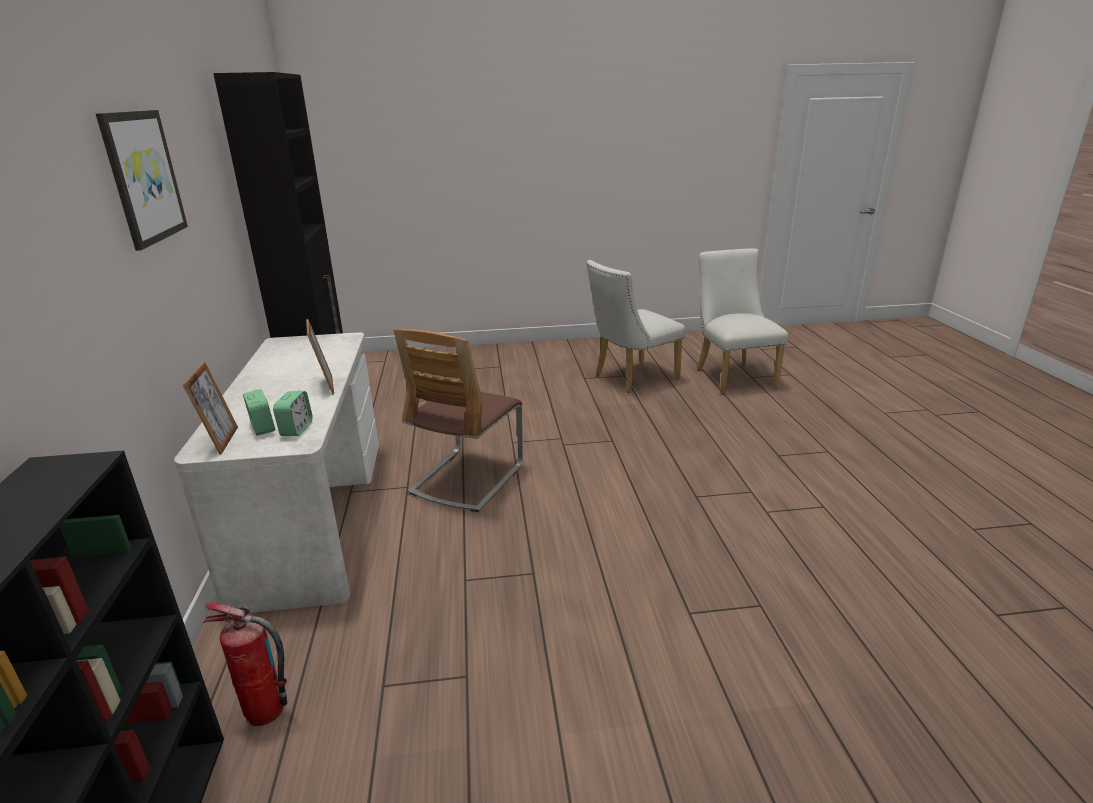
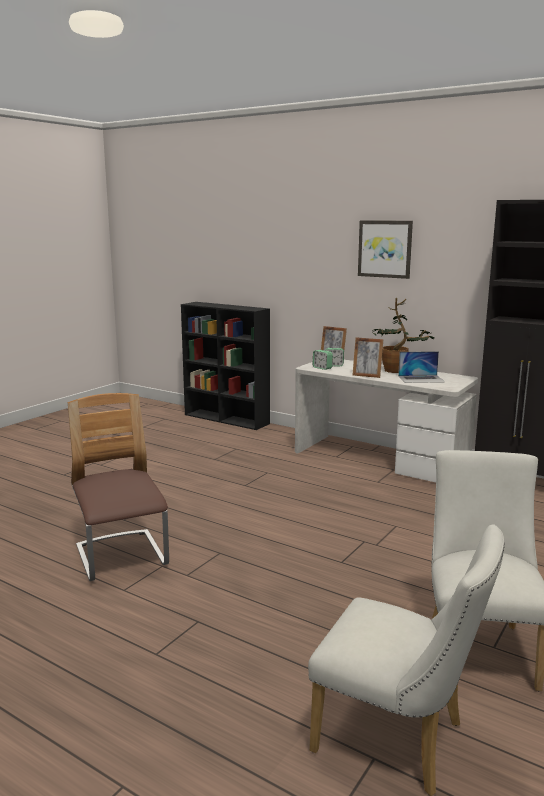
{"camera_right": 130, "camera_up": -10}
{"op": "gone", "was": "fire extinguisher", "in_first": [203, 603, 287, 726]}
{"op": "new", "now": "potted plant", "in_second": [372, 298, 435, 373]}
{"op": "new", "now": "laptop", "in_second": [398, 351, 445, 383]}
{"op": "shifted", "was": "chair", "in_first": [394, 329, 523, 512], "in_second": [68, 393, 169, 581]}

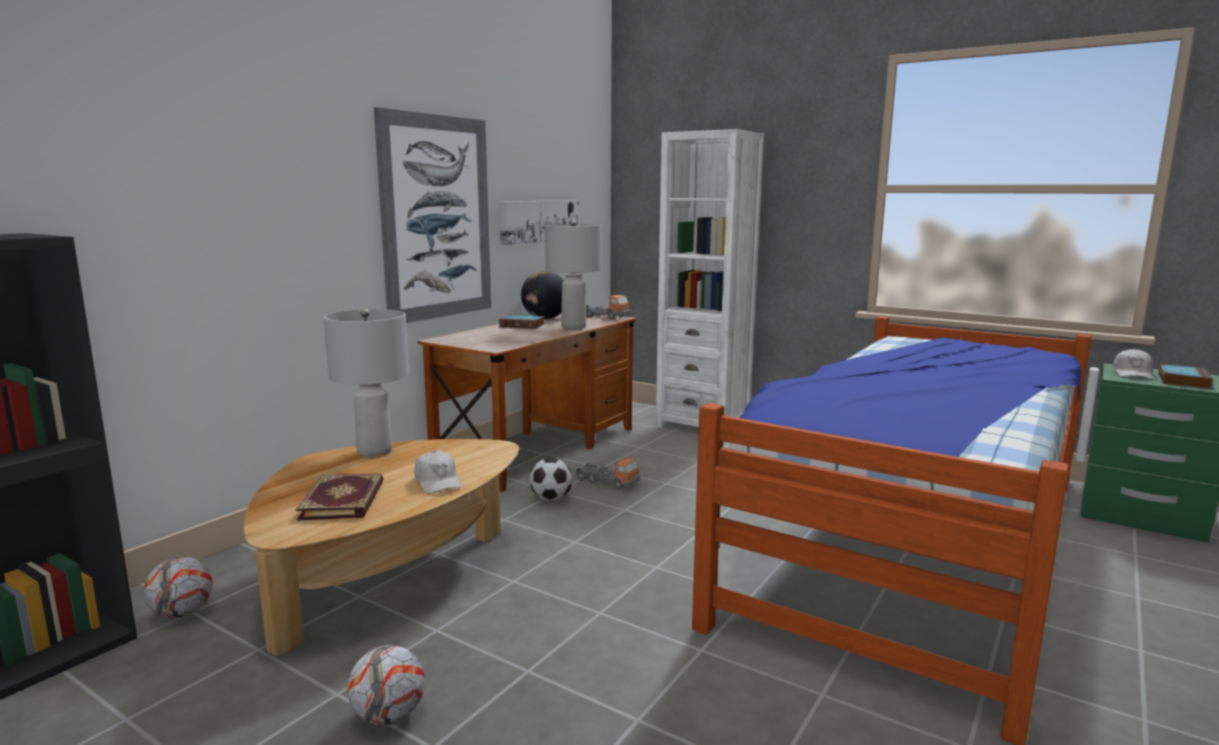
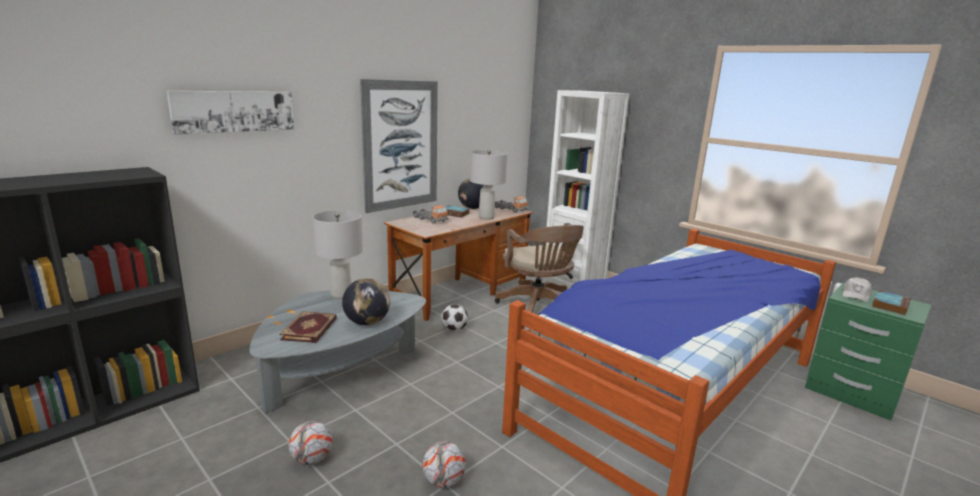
{"camera_right": 10, "camera_up": 5}
{"op": "new", "now": "brown office chair", "in_second": [495, 225, 584, 313]}
{"op": "shifted", "was": "football", "in_first": [144, 556, 213, 618], "in_second": [422, 441, 466, 488]}
{"op": "shifted", "was": "picture", "in_first": [499, 201, 579, 245], "in_second": [167, 91, 294, 135]}
{"op": "shifted", "was": "toy truck", "in_first": [574, 458, 640, 489], "in_second": [413, 205, 449, 224]}
{"op": "swapped", "was": "white cap", "now": "globe", "in_first": [414, 451, 461, 494], "in_second": [342, 278, 390, 325]}
{"op": "repainted", "was": "brown coffee table", "now": "grey coffee table", "in_first": [244, 439, 519, 656], "in_second": [250, 290, 426, 413]}

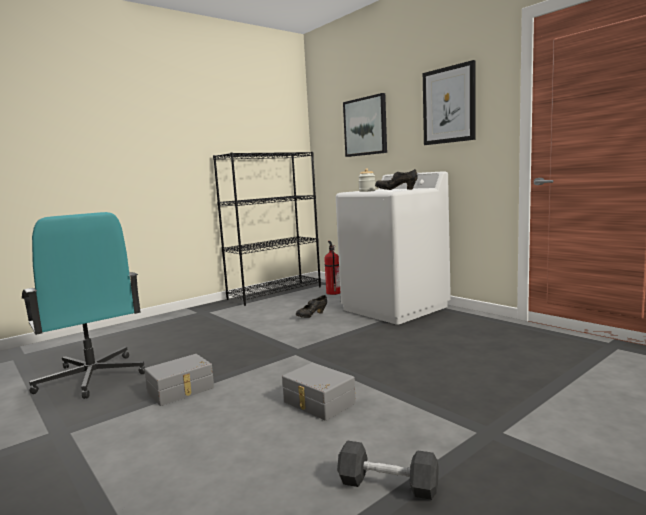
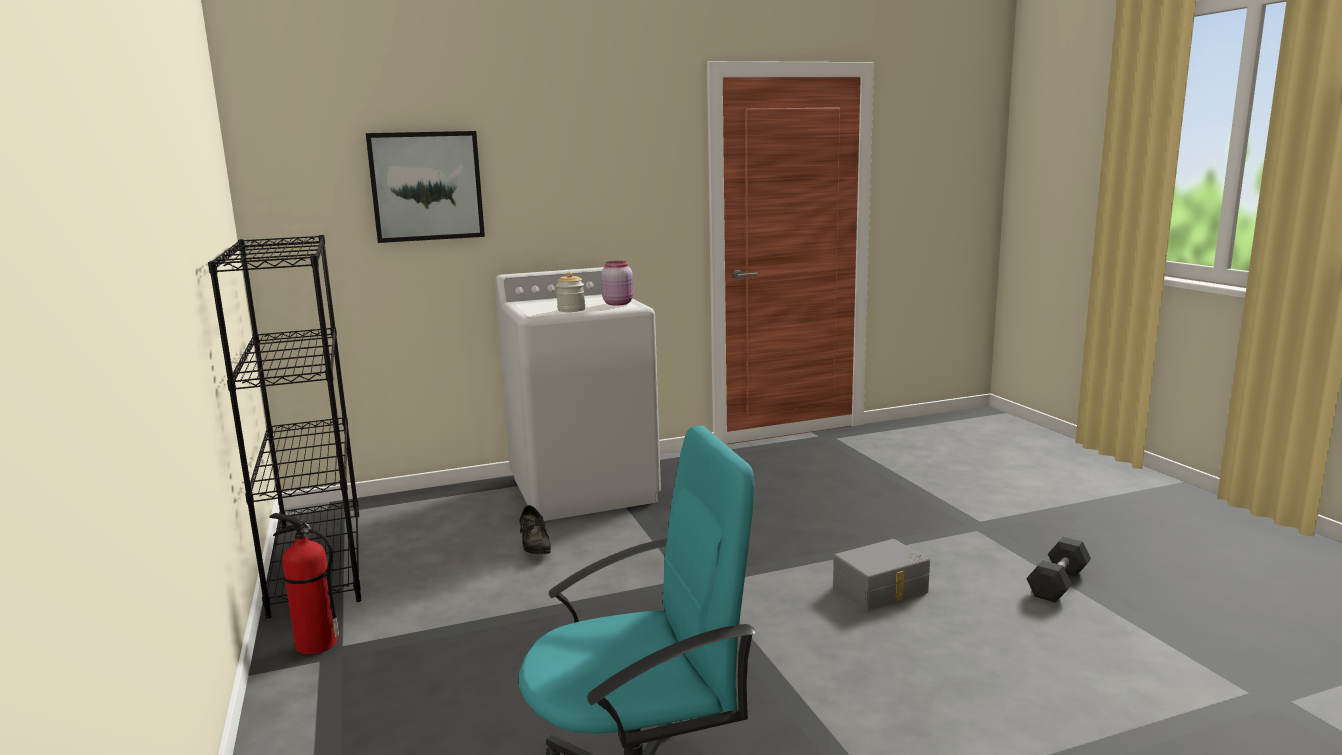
{"camera_right": -70, "camera_up": 5}
{"op": "gone", "was": "grey storage box", "in_first": [144, 354, 214, 406]}
{"op": "gone", "was": "picture", "in_first": [423, 60, 476, 145]}
{"op": "shifted", "was": "fire extinguisher", "in_first": [324, 241, 340, 295], "in_second": [269, 513, 339, 654]}
{"op": "swapped", "was": "black shoe", "now": "pink jar", "in_first": [375, 169, 418, 190], "in_second": [601, 261, 633, 306]}

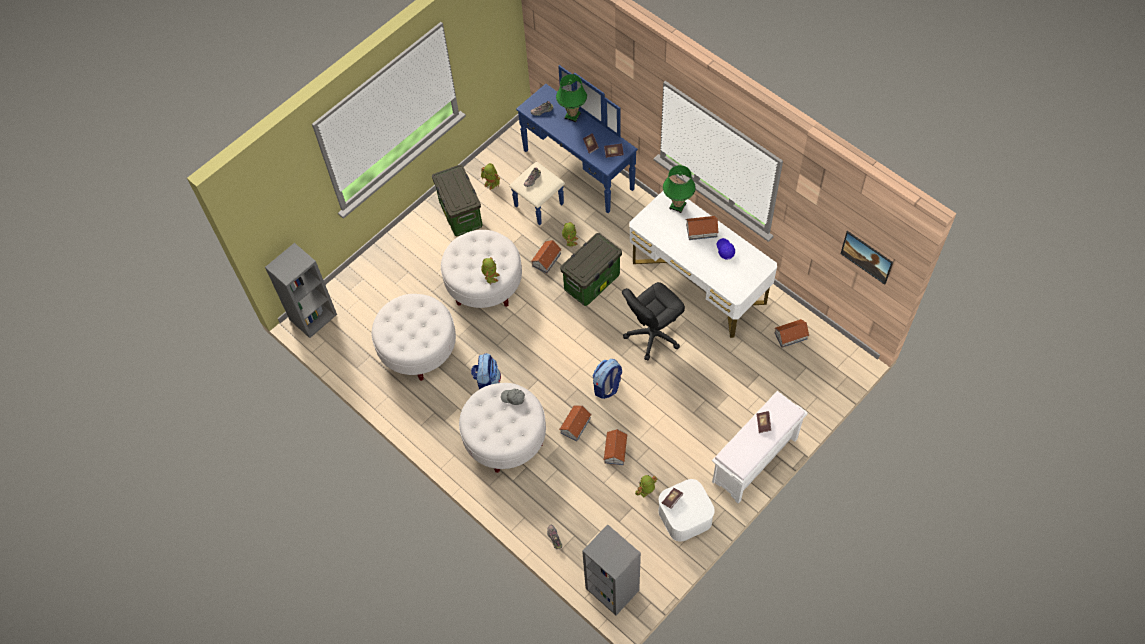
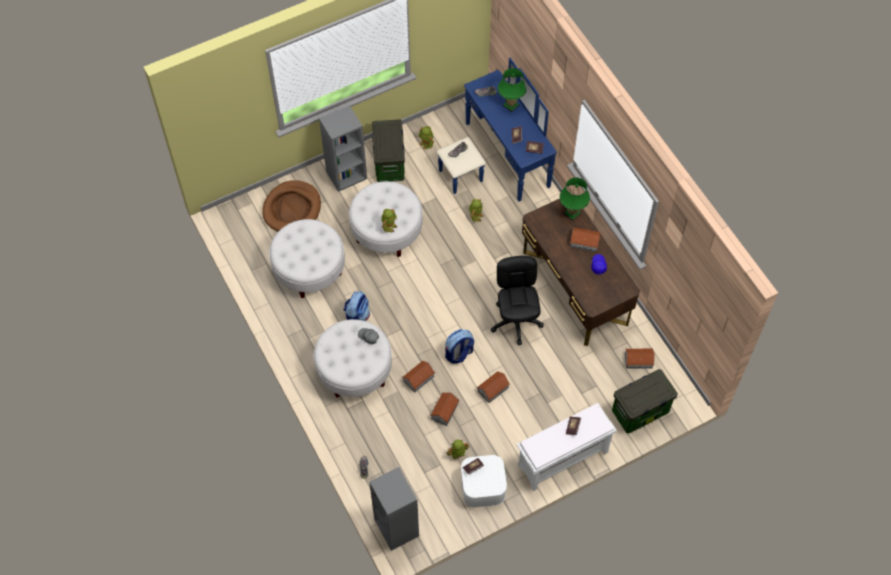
{"camera_right": 15, "camera_up": 0}
{"op": "gone", "was": "picture", "in_first": [840, 231, 893, 285]}
{"op": "new", "now": "brown dog bed", "in_second": [262, 180, 321, 232]}
{"op": "shifted", "was": "grey bookcase", "in_first": [265, 243, 337, 338], "in_second": [319, 105, 367, 192]}
{"op": "shifted", "was": "toy house", "in_first": [531, 240, 561, 273], "in_second": [477, 371, 510, 403]}
{"op": "shifted", "was": "storage box", "in_first": [560, 233, 622, 306], "in_second": [612, 369, 678, 433]}
{"op": "repainted", "was": "white desk", "now": "brown desk", "in_first": [629, 191, 777, 338], "in_second": [522, 199, 640, 346]}
{"op": "rotated", "was": "black office chair", "in_first": [622, 282, 685, 360], "in_second": [490, 256, 544, 345], "clockwise": 105}

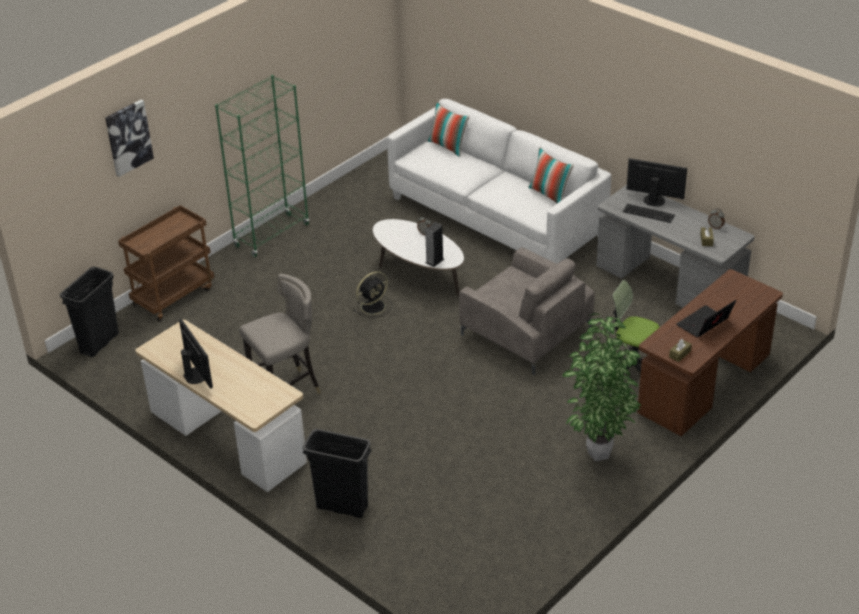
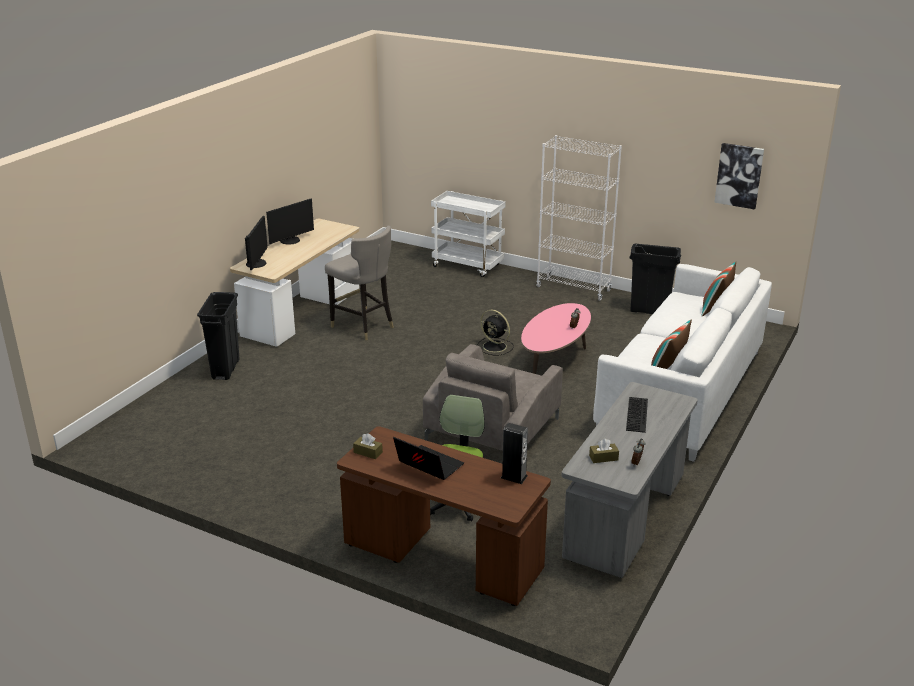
{"camera_right": 75, "camera_up": -10}
{"op": "gone", "was": "potted plant", "in_first": [562, 313, 641, 461]}
{"op": "shifted", "was": "black trash can", "in_first": [60, 267, 119, 357], "in_second": [629, 244, 681, 314]}
{"op": "shifted", "was": "picture", "in_first": [105, 100, 154, 177], "in_second": [714, 143, 764, 209]}
{"op": "shifted", "was": "speaker", "in_first": [425, 222, 444, 267], "in_second": [501, 423, 528, 484]}
{"op": "shifted", "was": "monitor", "in_first": [627, 158, 687, 207], "in_second": [245, 215, 268, 271]}
{"op": "repainted", "was": "brown cart", "now": "white cart", "in_first": [118, 205, 214, 322], "in_second": [431, 191, 506, 277]}
{"op": "repainted", "was": "green bookcase", "now": "white bookcase", "in_first": [215, 75, 309, 257], "in_second": [536, 135, 622, 301]}
{"op": "repainted", "was": "white coffee table", "now": "pink coffee table", "in_first": [373, 219, 464, 296], "in_second": [521, 303, 591, 374]}

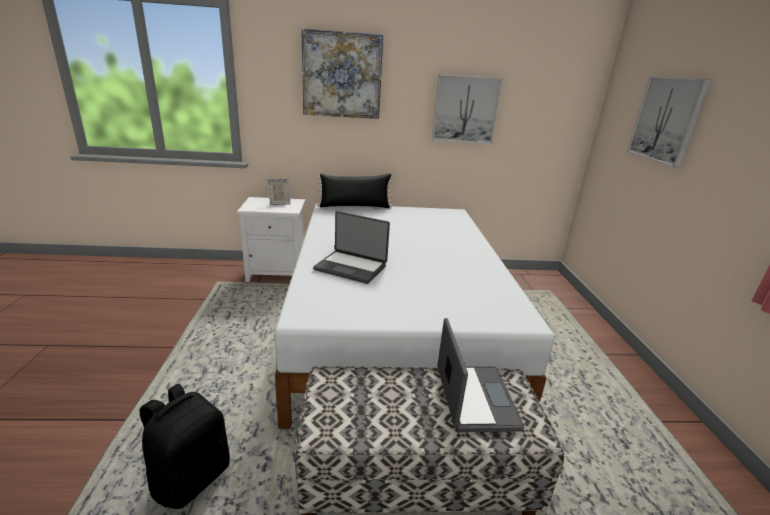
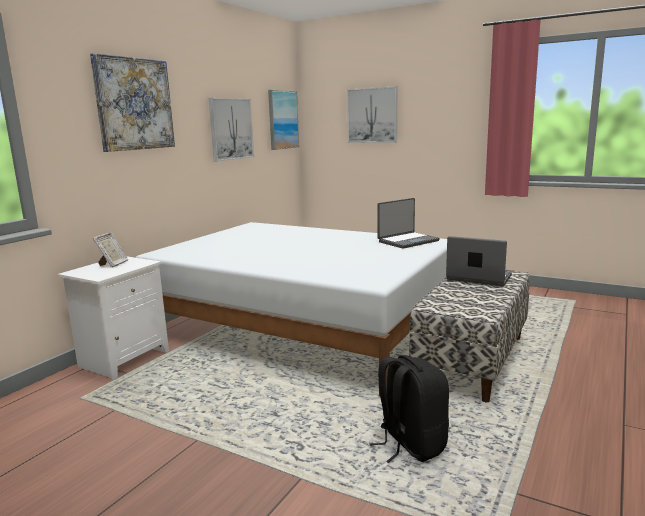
{"camera_right": -55, "camera_up": -10}
{"op": "gone", "was": "black pillow", "in_first": [317, 174, 393, 208]}
{"op": "new", "now": "picture", "in_second": [268, 90, 299, 150]}
{"op": "shifted", "was": "laptop", "in_first": [313, 211, 390, 284], "in_second": [377, 198, 440, 249]}

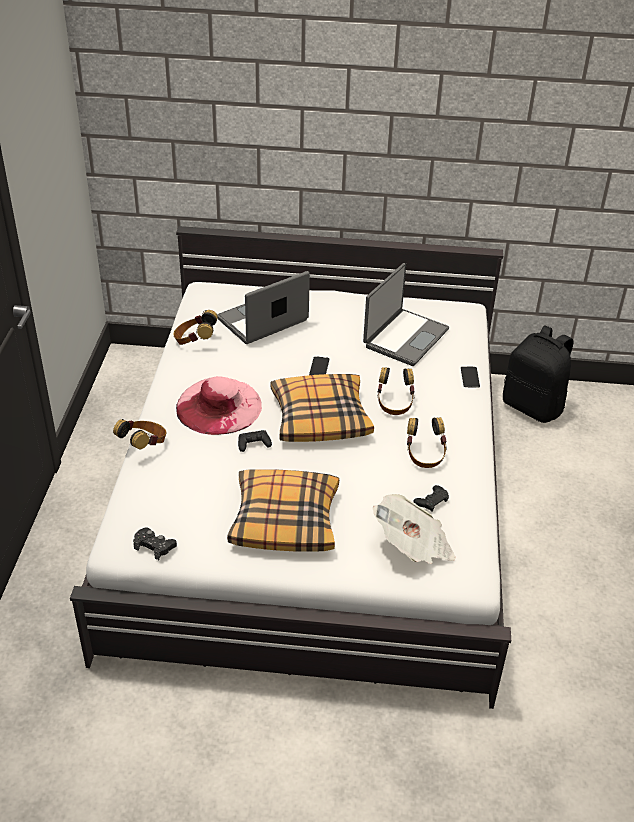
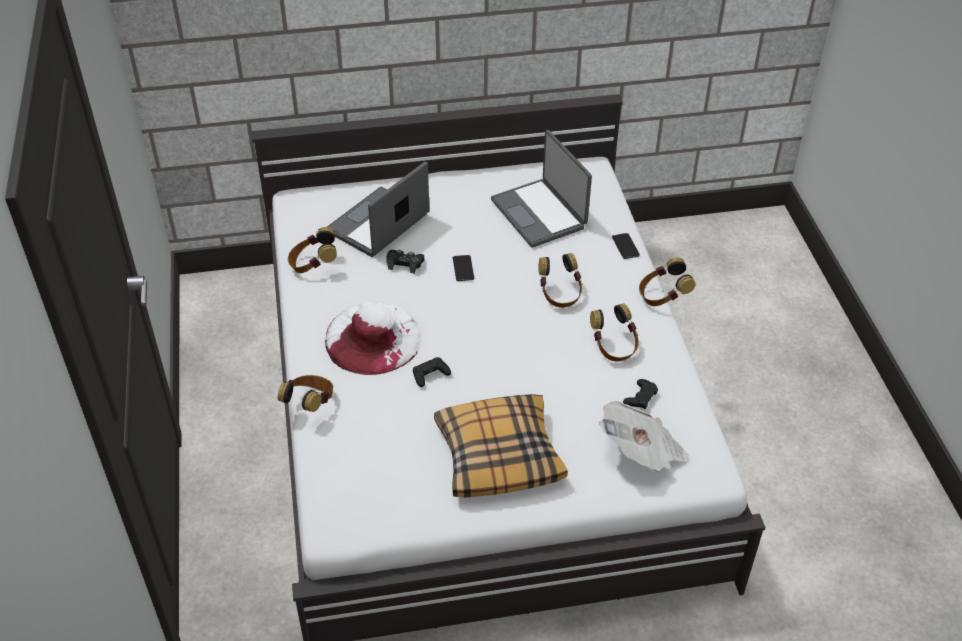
{"camera_right": -15, "camera_up": 5}
{"op": "gone", "was": "pillow", "in_first": [270, 374, 374, 442]}
{"op": "gone", "was": "black backpack", "in_first": [503, 325, 573, 423]}
{"op": "new", "now": "headphones", "in_second": [639, 257, 696, 306]}
{"op": "shifted", "was": "black game controller", "in_first": [133, 528, 177, 560], "in_second": [386, 250, 424, 274]}
{"op": "repainted", "was": "pink hat", "now": "white hat", "in_first": [176, 376, 262, 435], "in_second": [325, 303, 422, 375]}
{"op": "rotated", "was": "laptop", "in_first": [363, 263, 449, 366], "in_second": [491, 130, 592, 247], "clockwise": 135}

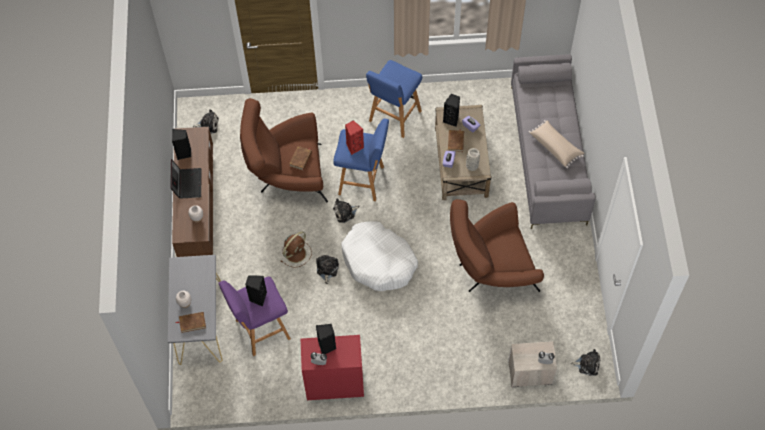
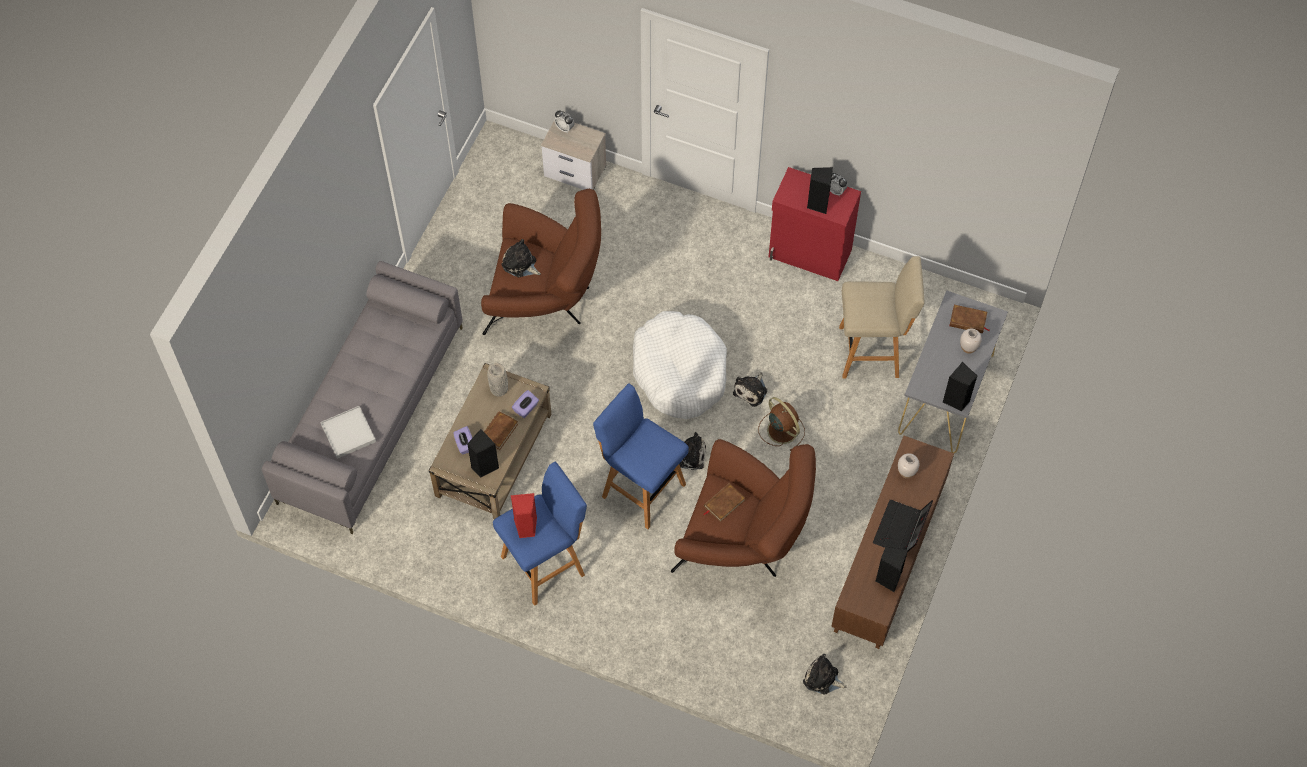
{"camera_right": -155, "camera_up": 0}
{"op": "gone", "was": "beige pillow", "in_first": [529, 120, 584, 168]}
{"op": "new", "now": "white tray", "in_second": [320, 406, 376, 459]}
{"op": "shifted", "was": "black speaker", "in_first": [245, 275, 267, 307], "in_second": [943, 362, 977, 411]}
{"op": "shifted", "was": "red speaker", "in_first": [345, 120, 364, 155], "in_second": [510, 493, 537, 538]}
{"op": "shifted", "was": "plush toy", "in_first": [571, 349, 600, 376], "in_second": [501, 239, 541, 277]}
{"op": "repainted", "was": "purple stool", "now": "beige stool", "in_first": [219, 276, 291, 356], "in_second": [839, 256, 925, 379]}
{"op": "rotated", "was": "brown fan", "in_first": [281, 232, 312, 268], "in_second": [758, 397, 805, 451], "clockwise": 75}

